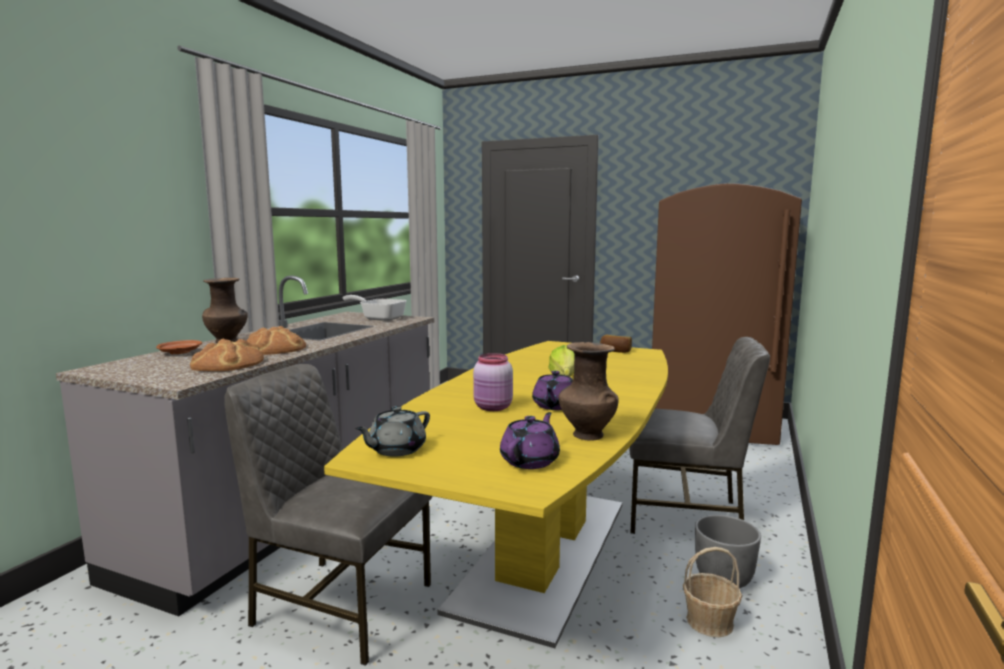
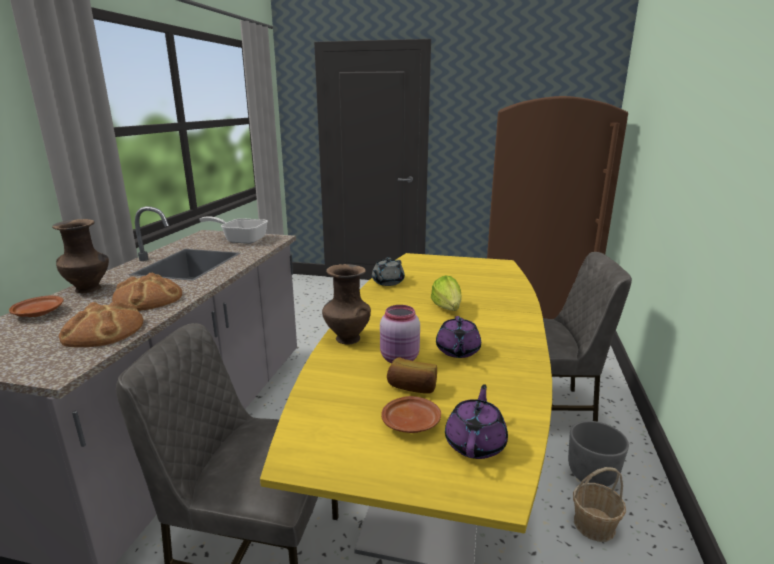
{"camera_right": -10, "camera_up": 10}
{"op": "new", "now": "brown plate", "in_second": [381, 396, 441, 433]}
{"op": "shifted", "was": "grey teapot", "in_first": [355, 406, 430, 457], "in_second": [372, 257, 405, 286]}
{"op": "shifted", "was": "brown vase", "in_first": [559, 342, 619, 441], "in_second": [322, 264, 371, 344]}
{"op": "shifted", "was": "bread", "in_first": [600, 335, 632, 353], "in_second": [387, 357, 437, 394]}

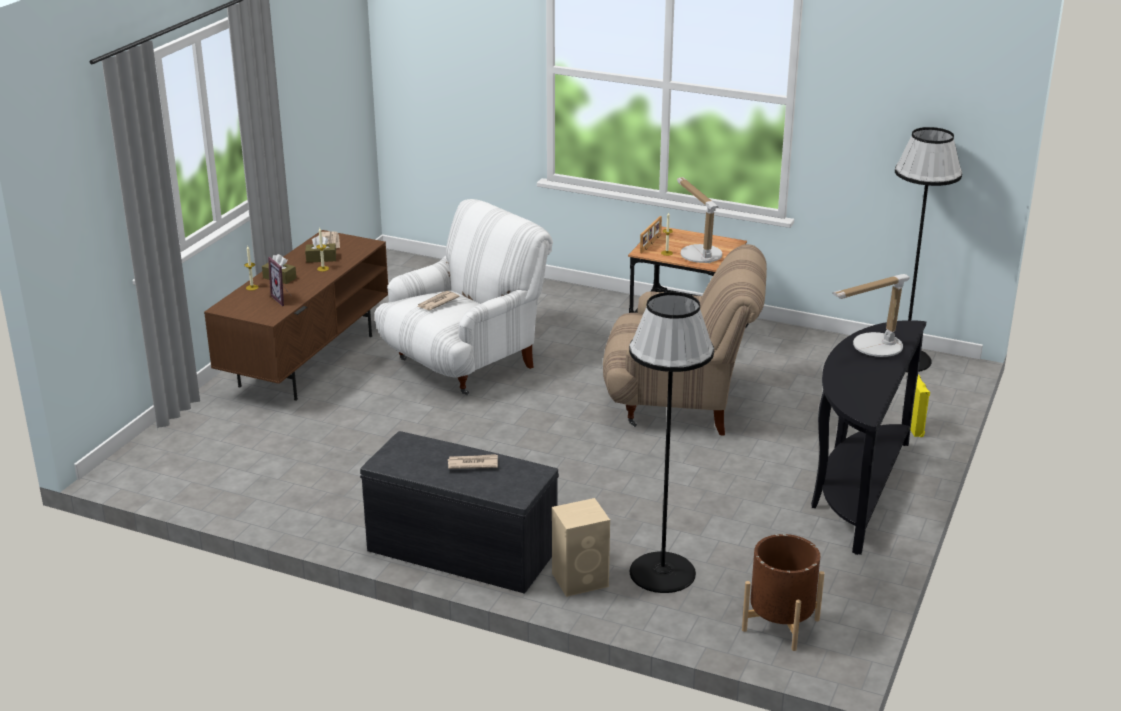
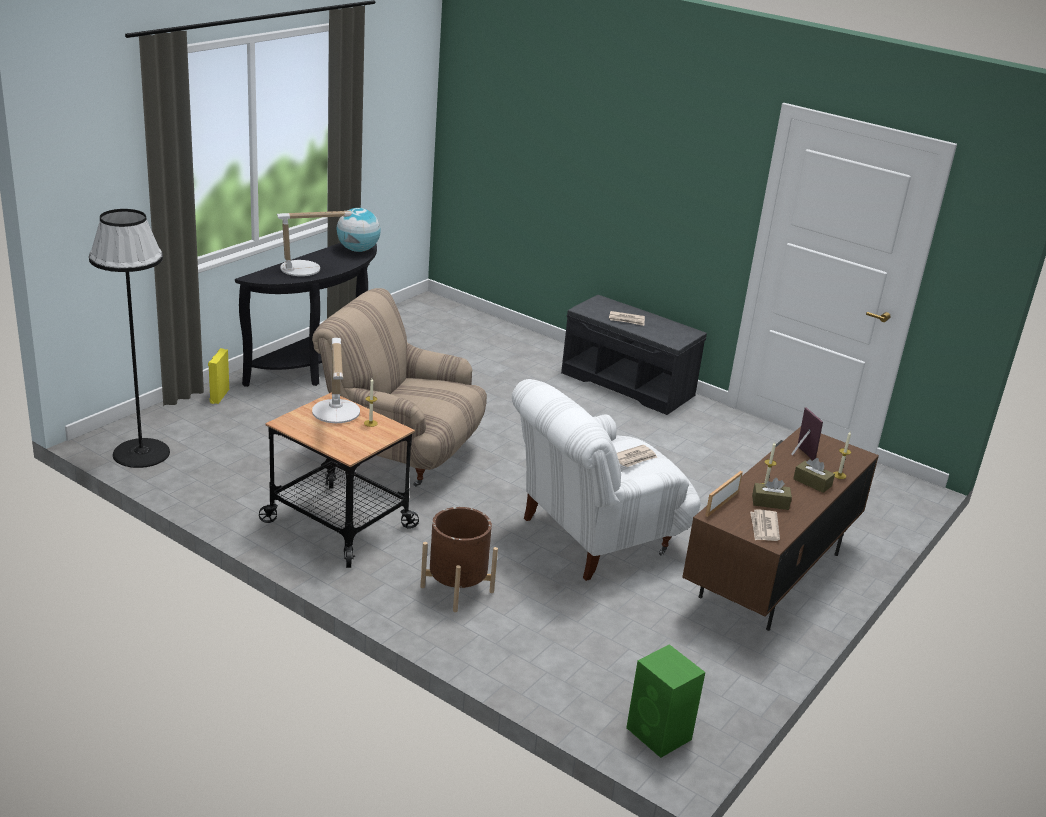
{"camera_right": -170, "camera_up": 0}
{"op": "gone", "was": "beige speaker", "in_first": [552, 498, 610, 597]}
{"op": "gone", "was": "black floor lamp", "in_first": [629, 292, 714, 593]}
{"op": "new", "now": "globe", "in_second": [337, 208, 381, 252]}
{"op": "new", "now": "green speaker", "in_second": [626, 644, 705, 758]}
{"op": "shifted", "was": "picture frame", "in_first": [640, 216, 662, 253], "in_second": [705, 471, 743, 517]}
{"op": "shifted", "was": "brown planter", "in_first": [742, 534, 825, 651], "in_second": [421, 507, 498, 612]}

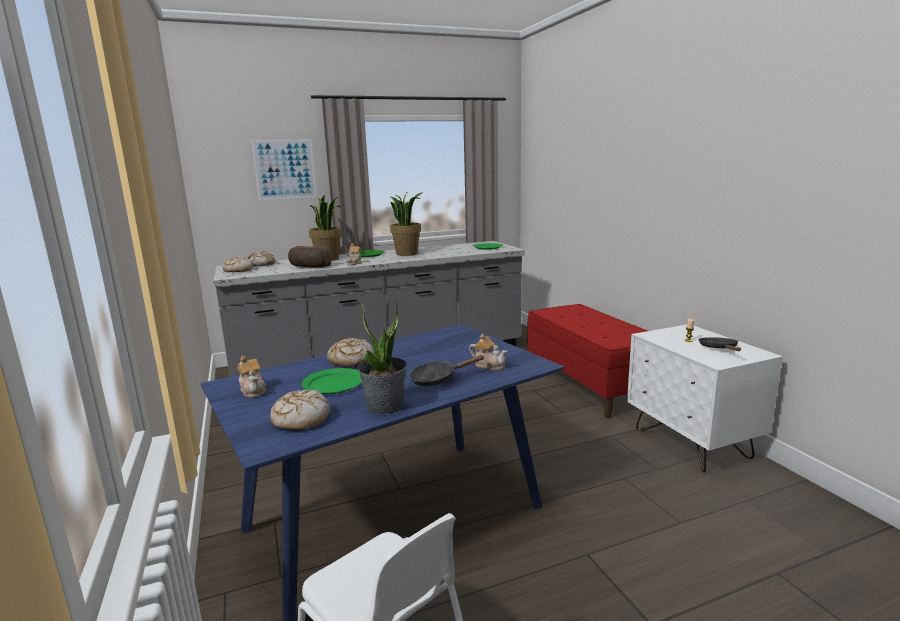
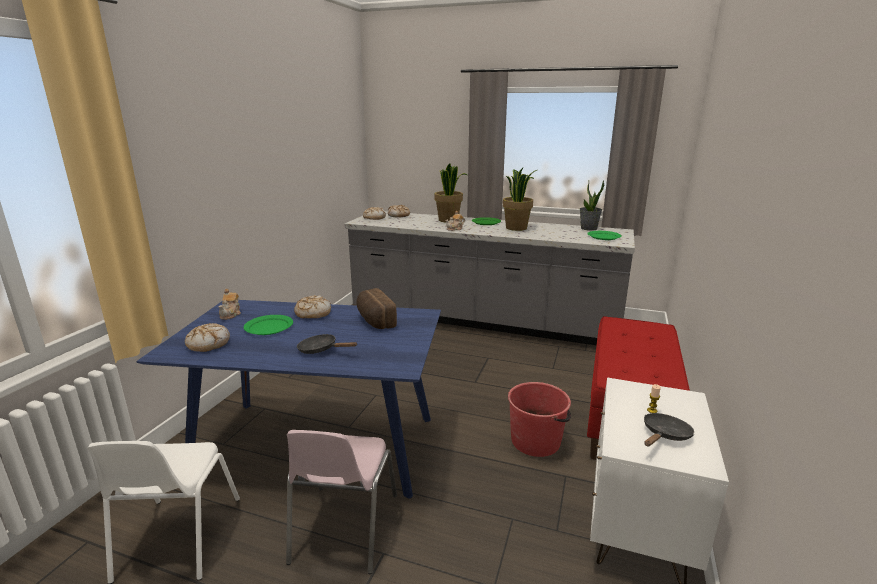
{"camera_right": 40, "camera_up": 5}
{"op": "gone", "was": "picture", "in_first": [251, 139, 317, 200]}
{"op": "gone", "was": "teapot", "in_first": [469, 333, 507, 371]}
{"op": "new", "now": "pink chair", "in_second": [286, 430, 397, 574]}
{"op": "new", "now": "red bucket", "in_second": [508, 382, 571, 457]}
{"op": "shifted", "was": "bread", "in_first": [288, 246, 331, 268], "in_second": [357, 288, 397, 329]}
{"op": "shifted", "was": "potted plant", "in_first": [358, 299, 407, 414], "in_second": [580, 180, 604, 231]}

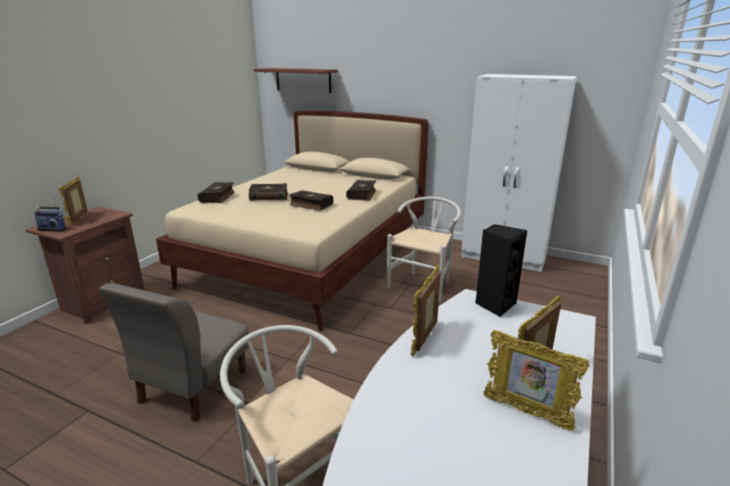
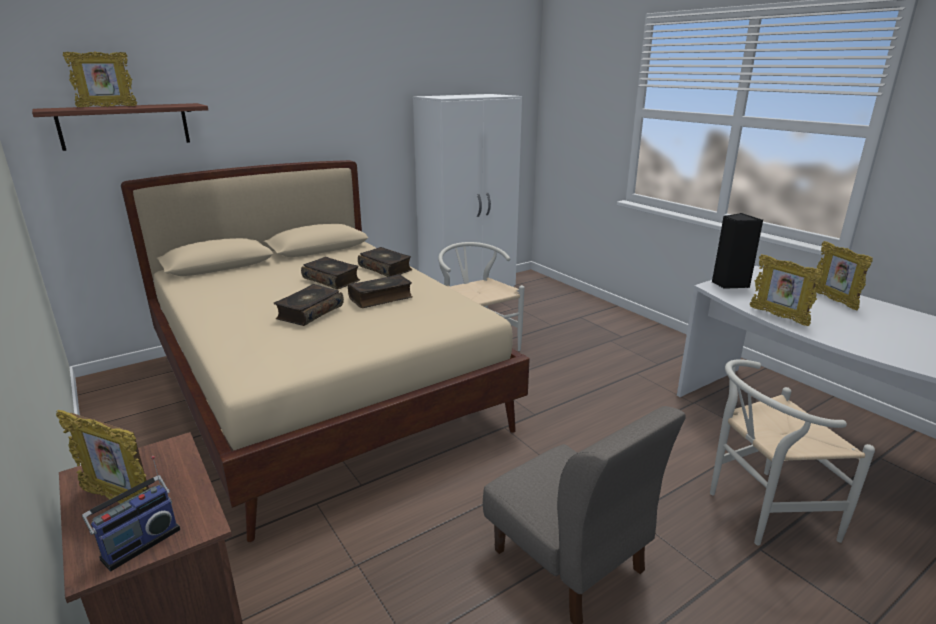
{"camera_right": -60, "camera_up": 0}
{"op": "shifted", "was": "book", "in_first": [197, 182, 235, 203], "in_second": [301, 257, 360, 290]}
{"op": "shifted", "was": "picture frame", "in_first": [483, 330, 590, 431], "in_second": [63, 51, 137, 107]}

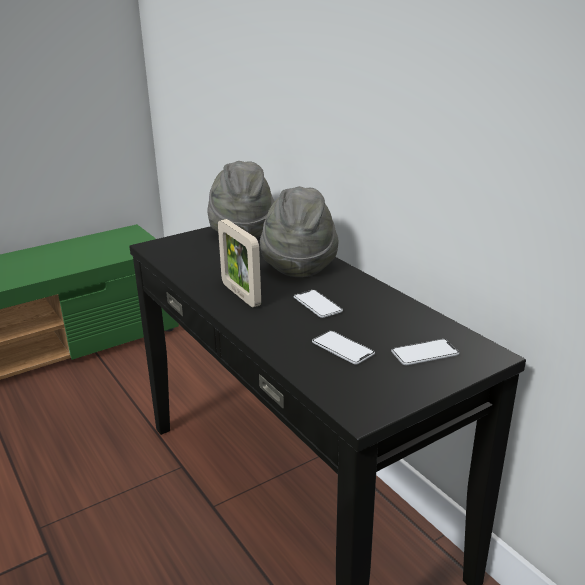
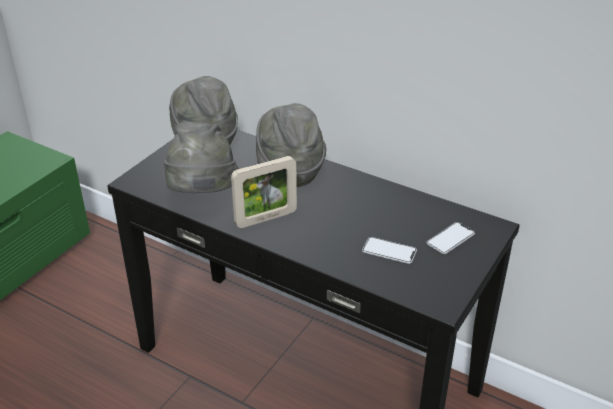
{"camera_right": -25, "camera_up": 10}
{"op": "gone", "was": "phone", "in_first": [294, 290, 343, 318]}
{"op": "new", "now": "grey hat", "in_second": [164, 122, 239, 193]}
{"op": "rotated", "was": "picture frame", "in_first": [218, 219, 261, 308], "in_second": [231, 156, 297, 228], "clockwise": -60}

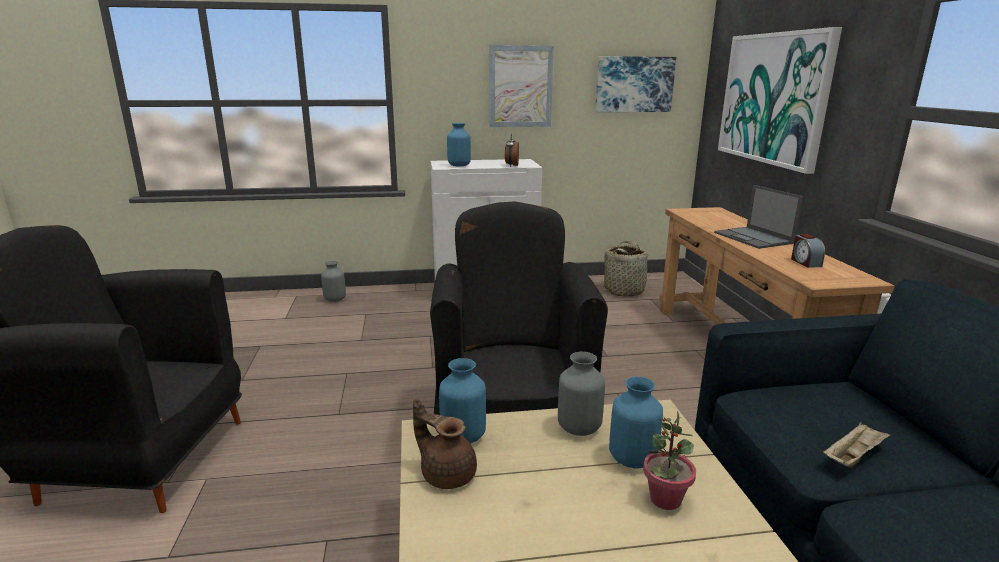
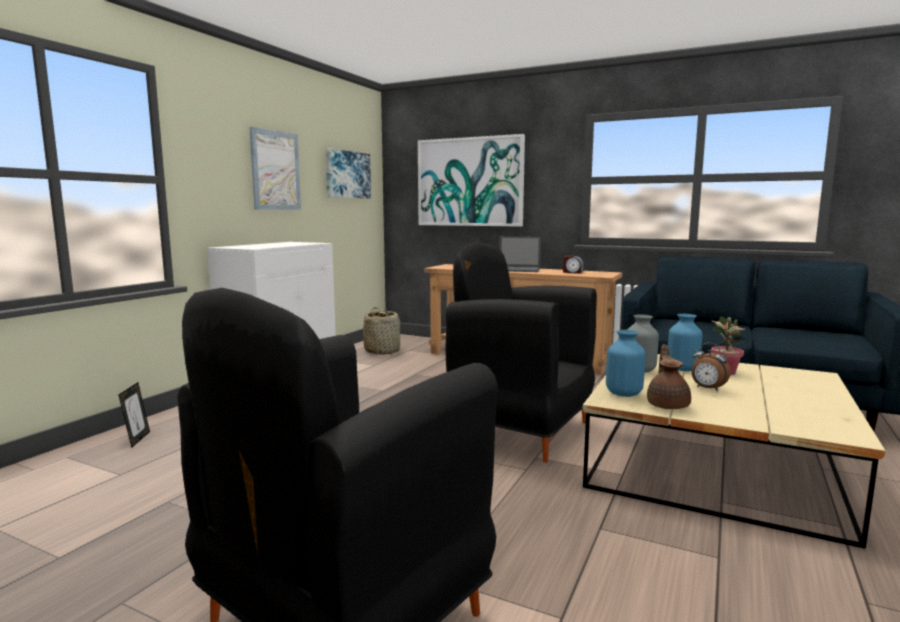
{"camera_right": -55, "camera_up": -10}
{"op": "gone", "was": "blue vase", "in_first": [447, 123, 471, 166]}
{"op": "shifted", "was": "alarm clock", "in_first": [505, 133, 519, 167], "in_second": [691, 343, 731, 391]}
{"op": "swapped", "was": "grey vase", "now": "picture frame", "in_first": [321, 261, 346, 302], "in_second": [119, 382, 150, 448]}
{"op": "rotated", "was": "brown teapot", "in_first": [413, 399, 477, 489], "in_second": [647, 344, 691, 409], "clockwise": 120}

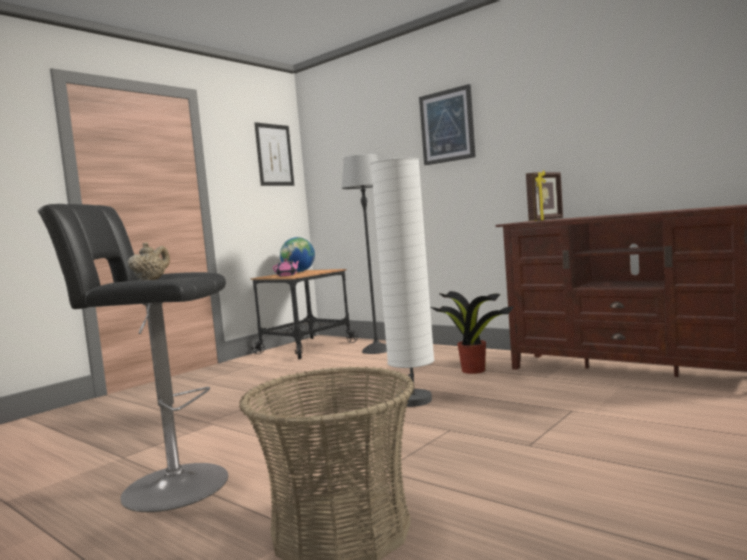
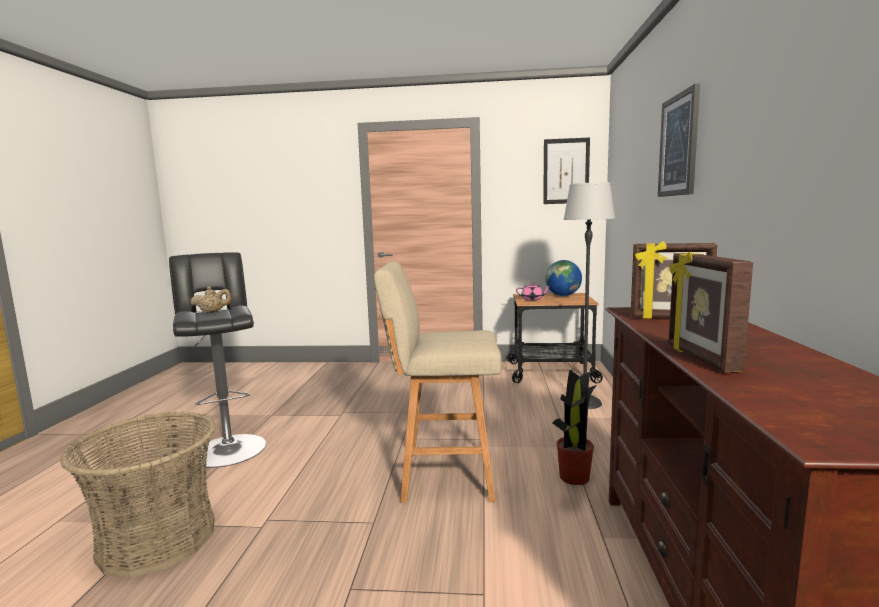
{"camera_right": 55, "camera_up": 5}
{"op": "new", "now": "picture frame", "in_second": [669, 252, 753, 373]}
{"op": "swapped", "was": "white floor lamp", "now": "beige stool", "in_first": [371, 158, 434, 407], "in_second": [374, 262, 502, 503]}

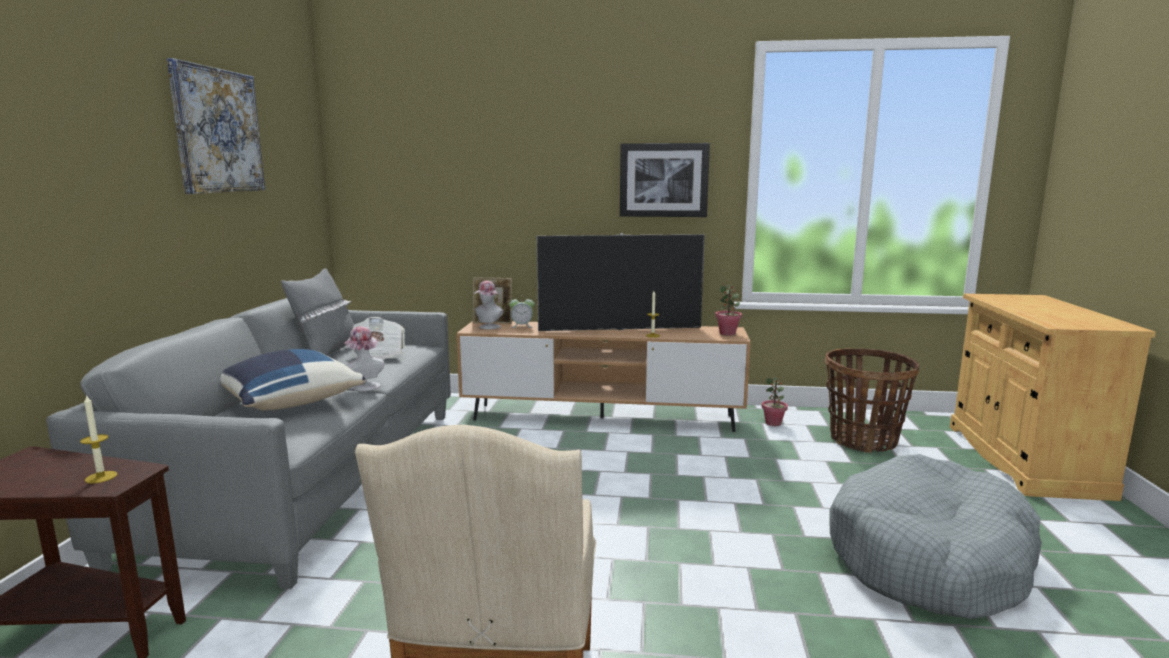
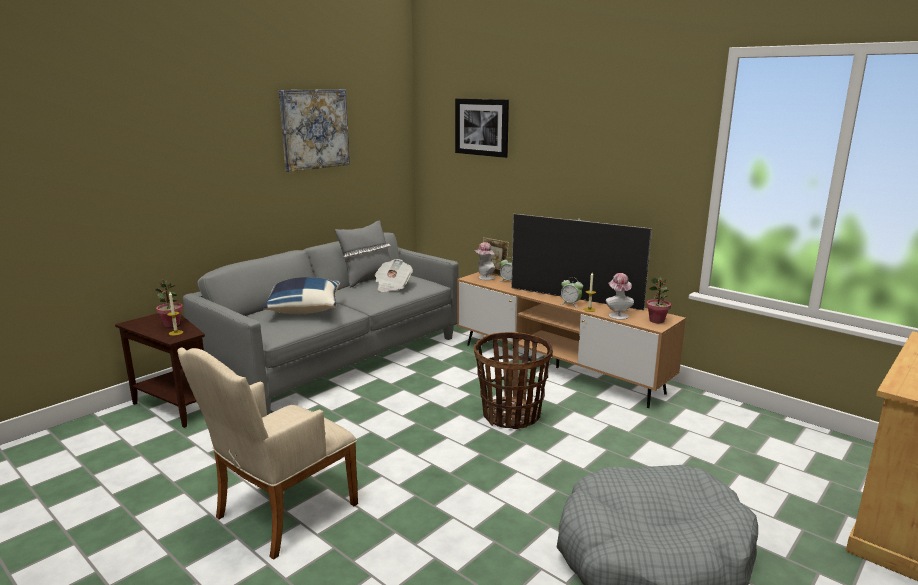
{"camera_right": 35, "camera_up": 5}
{"op": "new", "now": "alarm clock", "in_second": [561, 277, 583, 308]}
{"op": "shifted", "was": "hat", "in_first": [344, 326, 384, 391], "in_second": [606, 273, 634, 320]}
{"op": "shifted", "was": "picture", "in_first": [620, 143, 710, 217], "in_second": [455, 98, 509, 158]}
{"op": "shifted", "was": "potted plant", "in_first": [761, 377, 788, 426], "in_second": [155, 280, 183, 327]}
{"op": "shifted", "was": "basket", "in_first": [825, 349, 919, 453], "in_second": [474, 332, 553, 429]}

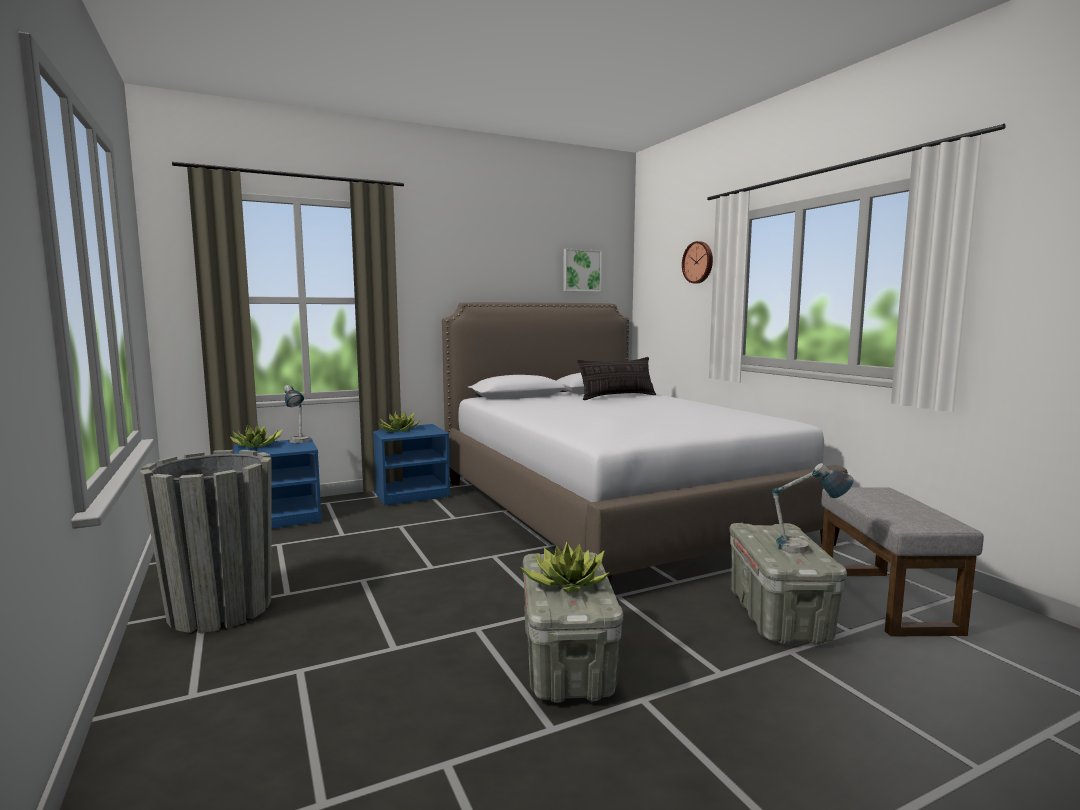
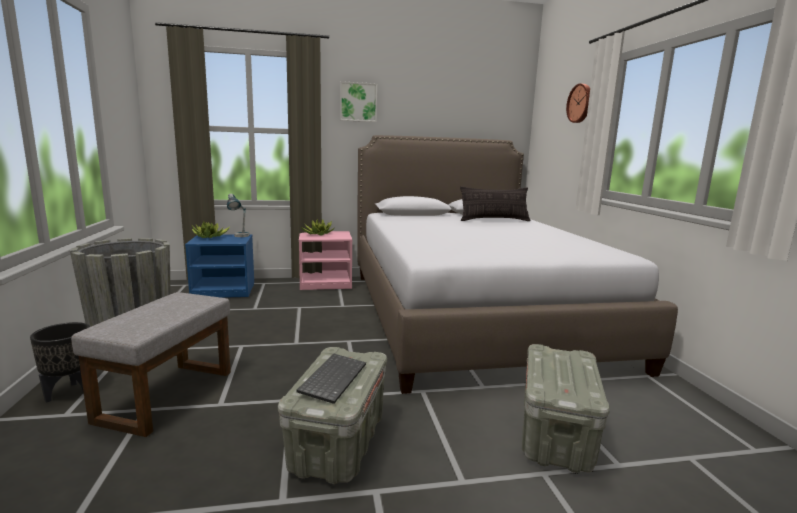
{"camera_right": 15, "camera_up": 5}
{"op": "gone", "was": "table lamp", "in_first": [772, 463, 854, 553]}
{"op": "new", "now": "black planter", "in_second": [30, 322, 90, 403]}
{"op": "shifted", "was": "picture", "in_first": [563, 249, 602, 292], "in_second": [340, 81, 377, 122]}
{"op": "shifted", "was": "grey ottoman", "in_first": [821, 487, 984, 636], "in_second": [71, 292, 231, 437]}
{"op": "swapped", "was": "potted plant", "now": "keyboard", "in_first": [520, 542, 610, 593], "in_second": [296, 353, 366, 404]}
{"op": "repainted", "was": "blue nightstand", "now": "pink nightstand", "in_first": [373, 424, 450, 506], "in_second": [299, 231, 352, 290]}

